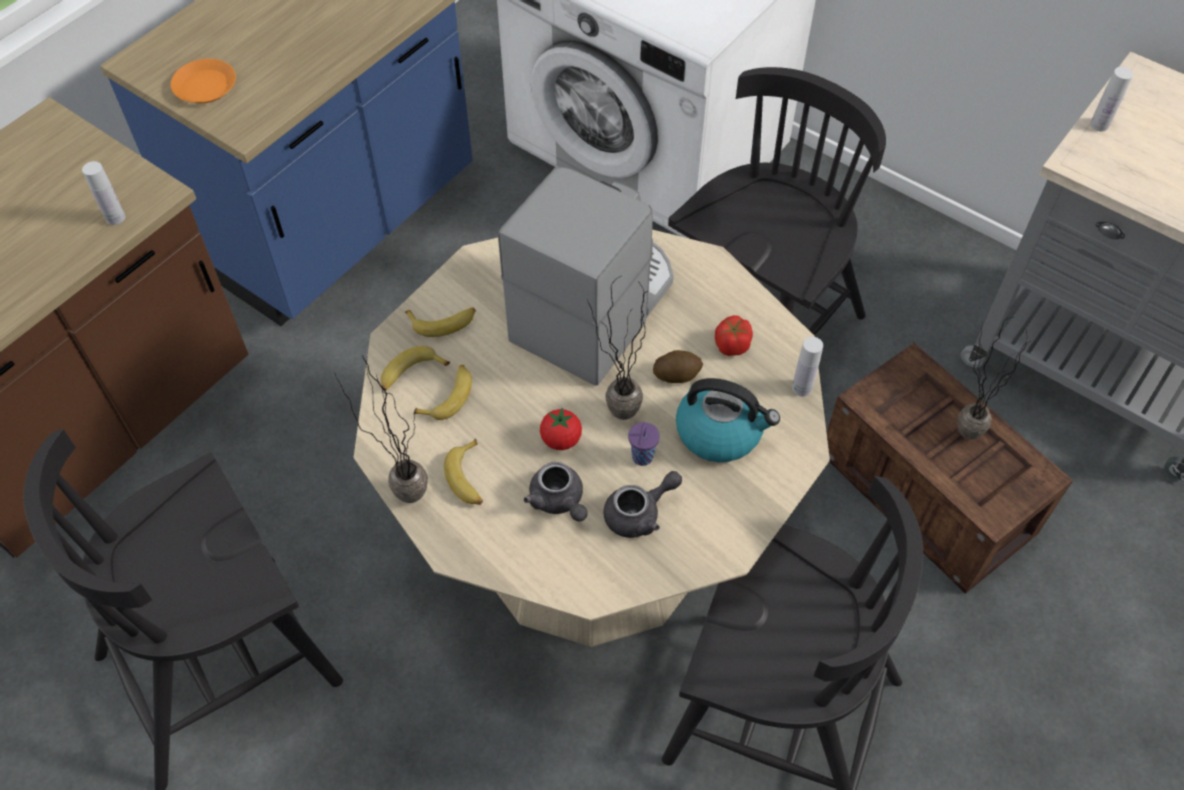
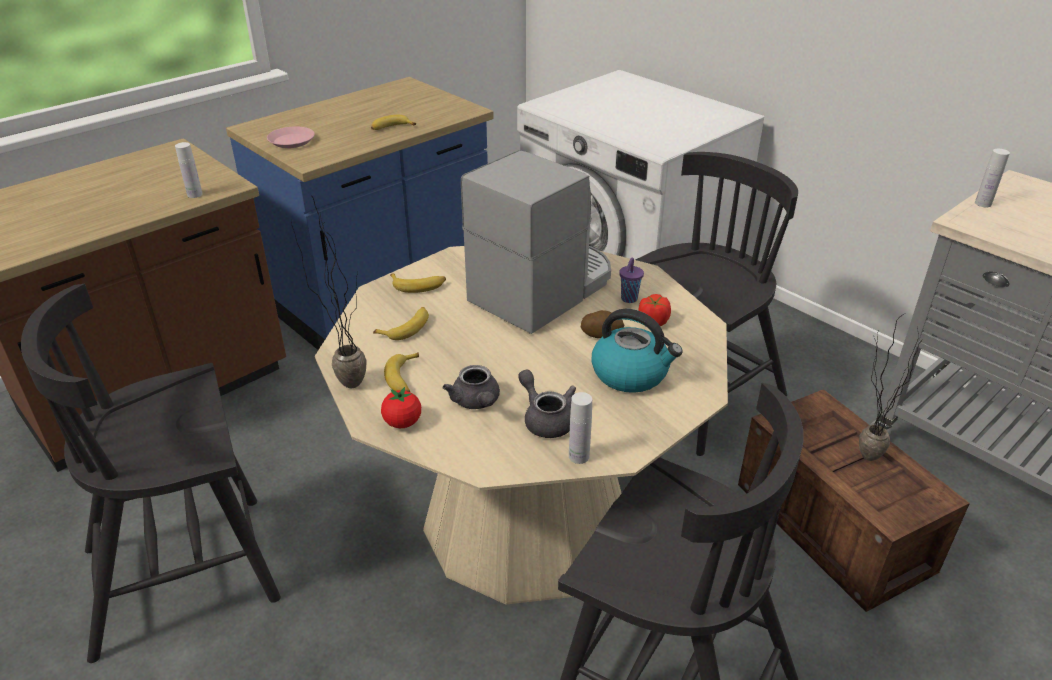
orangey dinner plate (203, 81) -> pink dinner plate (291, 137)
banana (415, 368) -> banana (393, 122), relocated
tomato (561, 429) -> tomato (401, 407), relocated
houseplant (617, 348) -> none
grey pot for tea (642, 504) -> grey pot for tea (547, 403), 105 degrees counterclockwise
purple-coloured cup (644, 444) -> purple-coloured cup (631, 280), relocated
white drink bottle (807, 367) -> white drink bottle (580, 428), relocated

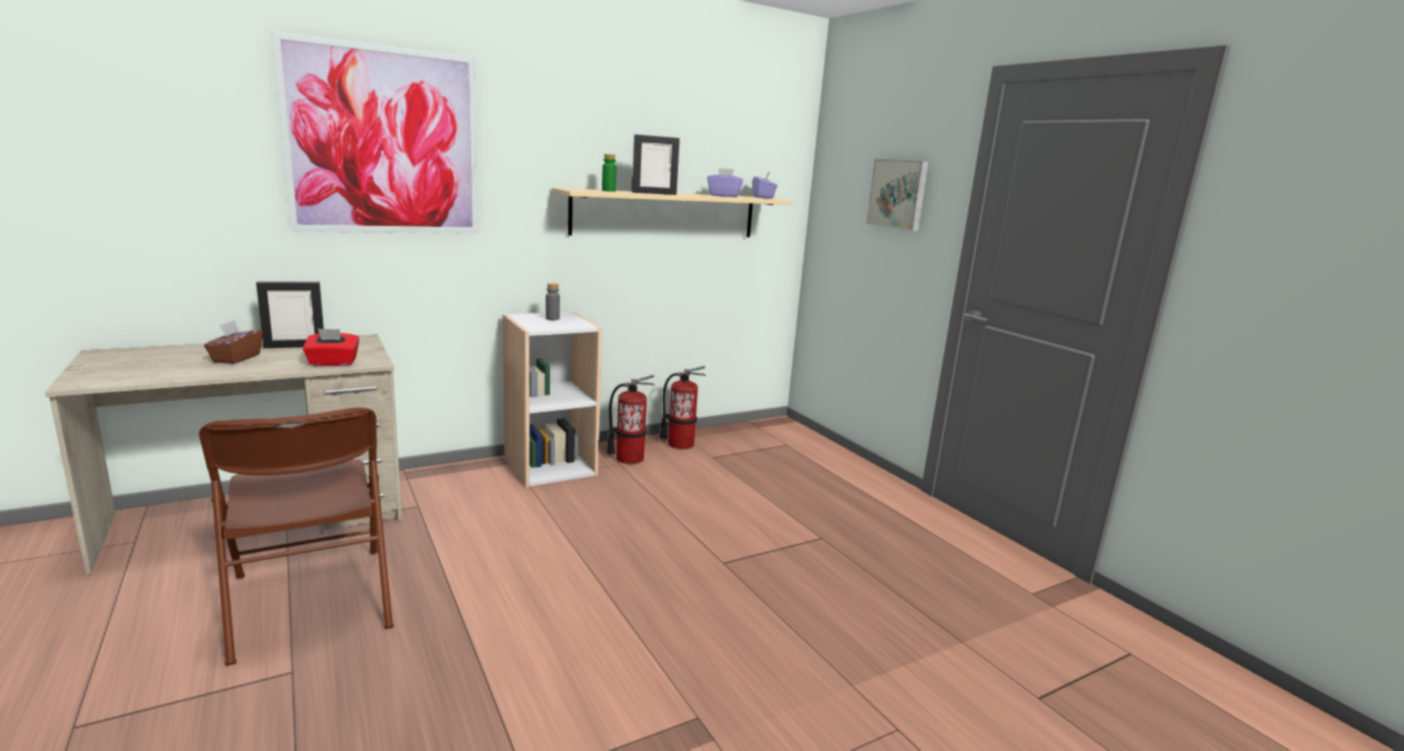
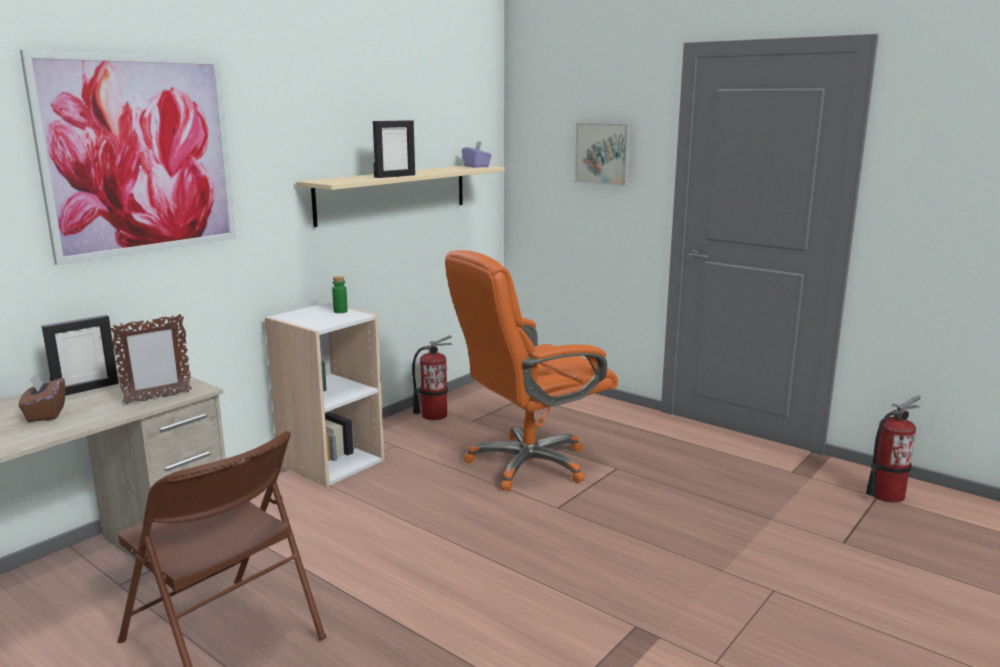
red box of tissues (331, 347) -> standing frame (151, 359)
grey drink bottle (553, 301) -> none
green-coloured drink bottle (609, 173) -> green-coloured drink bottle (340, 294), relocated
fire-fighting cylinder (630, 419) -> fire-fighting cylinder (893, 449), relocated
purple-coloured box of tissues (725, 182) -> none
none -> orangey desk chair (531, 370)

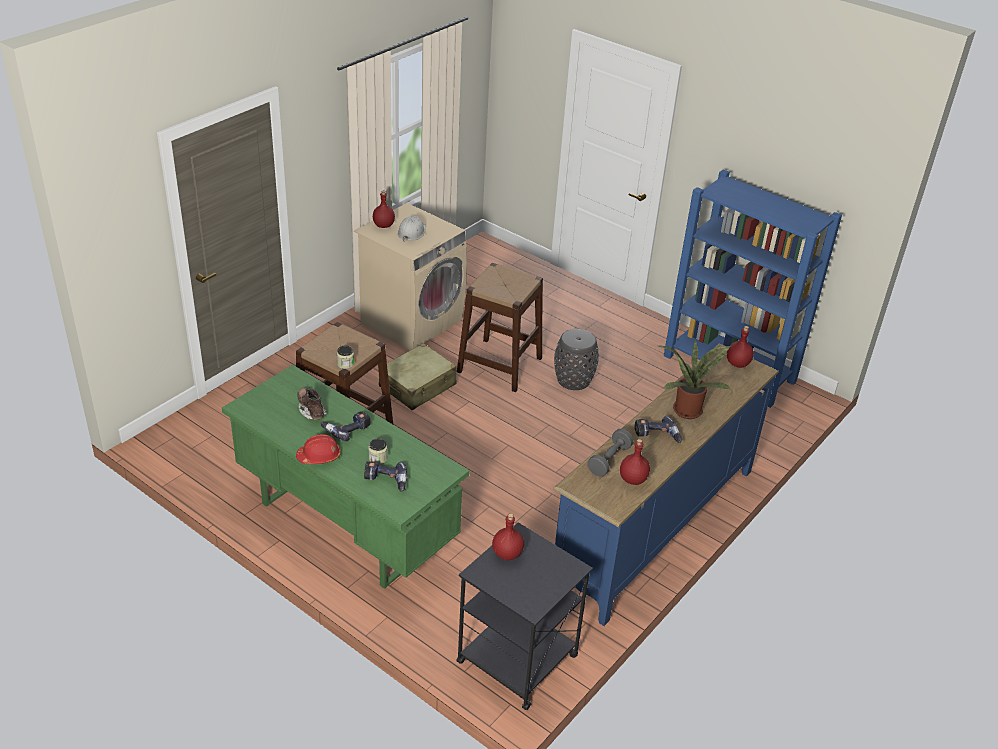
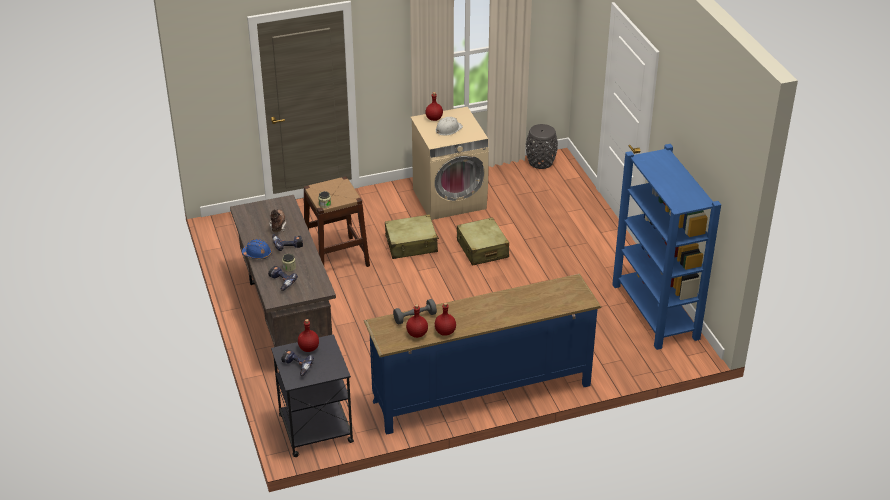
green-coloured desk unit (345, 477) -> brown desk unit (283, 271)
red safety helmet (318, 449) -> blue-coloured safety helmet (257, 249)
brown stool (500, 327) -> sand-coloured piece of luggage (483, 241)
grey stool (576, 359) -> grey stool (542, 146), relocated
power drill (658, 429) -> power drill (297, 363), relocated
houseplant (694, 379) -> none
red drink bottle (740, 347) -> red drink bottle (445, 319), relocated

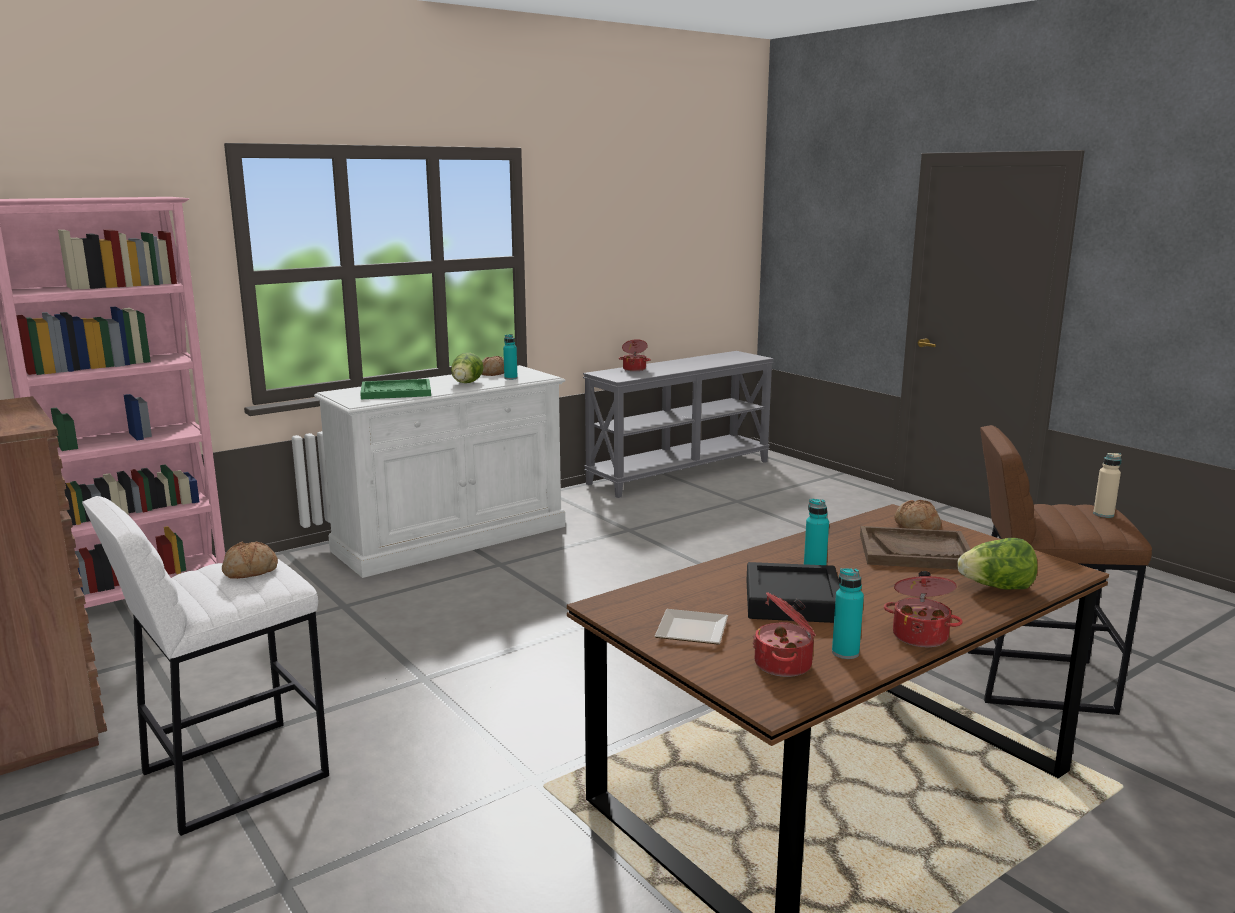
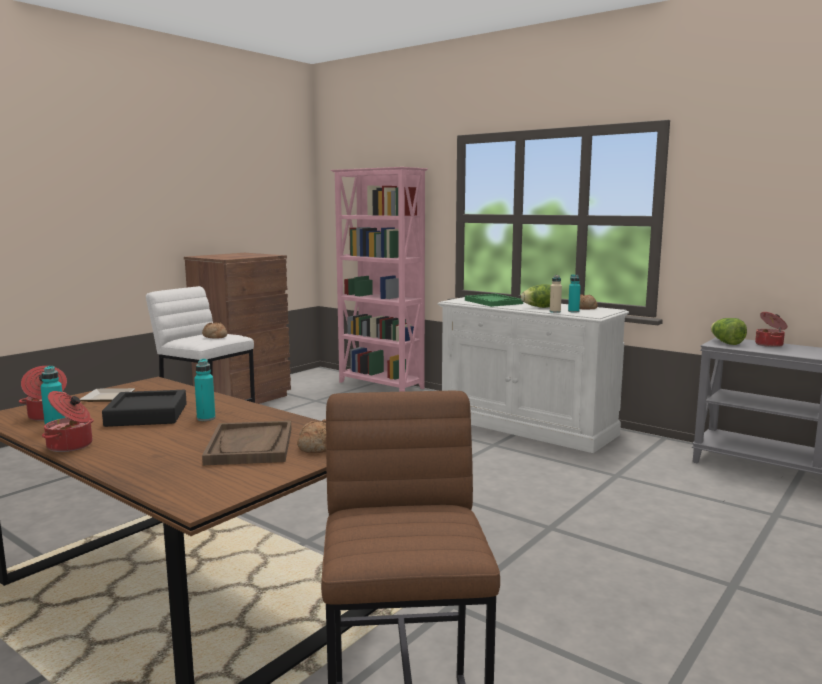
lettuce head (997, 564) -> lettuce head (729, 331), relocated
sand-coloured drink bottle (1107, 485) -> sand-coloured drink bottle (556, 294), relocated

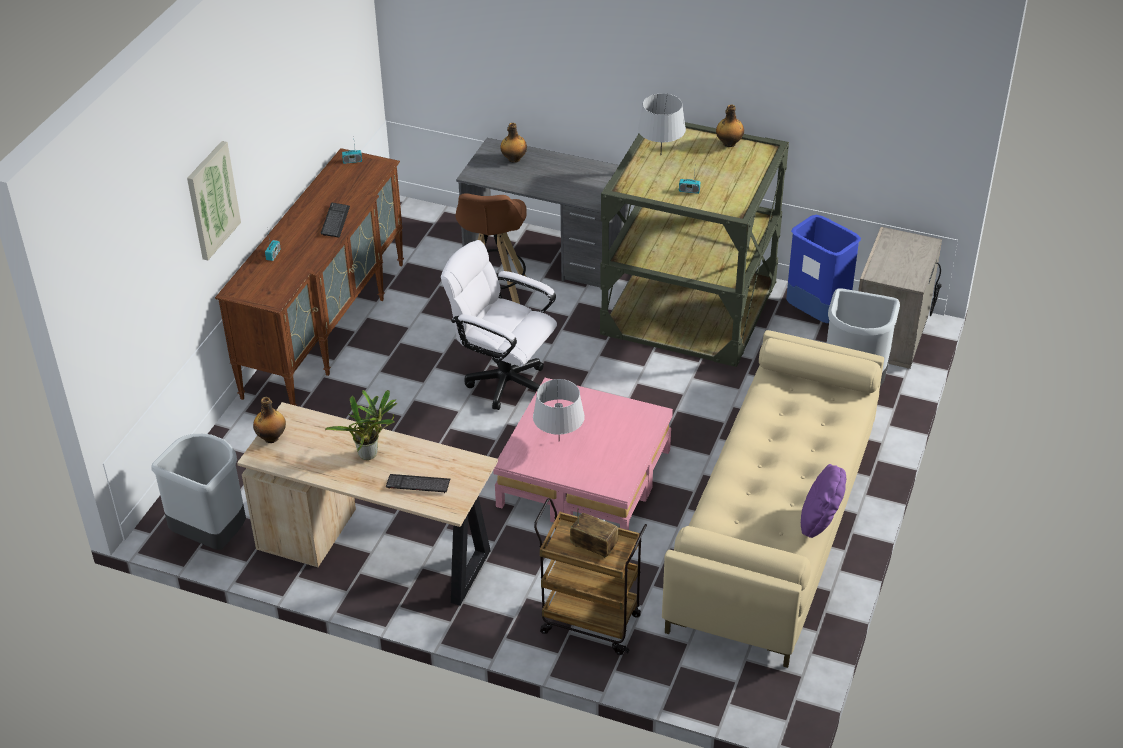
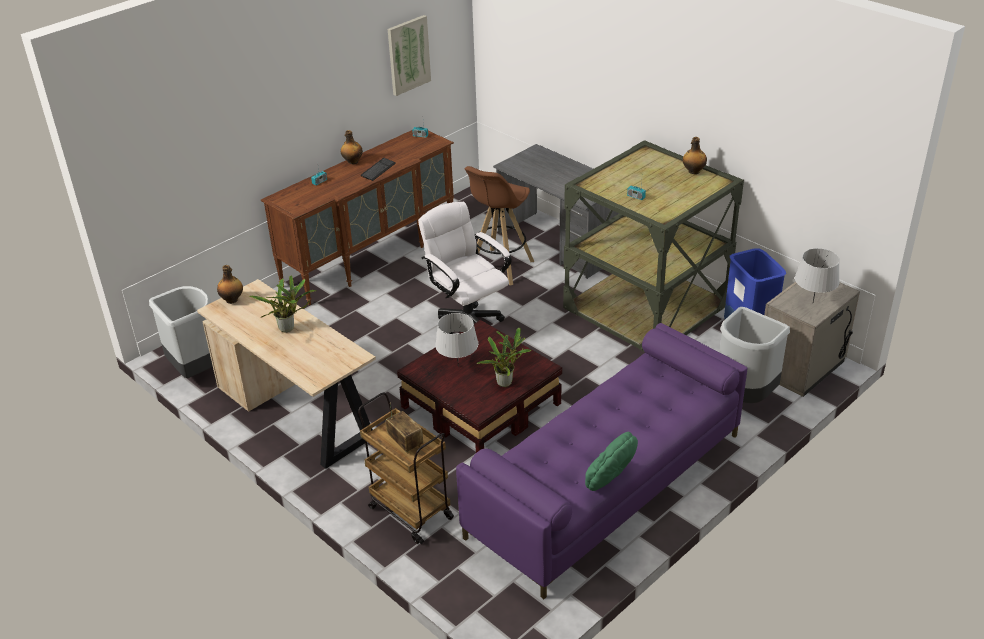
wall picture (214, 201) -> wall picture (409, 55), relocated
keyboard (418, 483) -> none
pink low table (583, 454) -> brown low table (479, 386)
drink bottle (513, 143) -> drink bottle (352, 147), relocated
grey tabletop lamp (662, 122) -> grey tabletop lamp (817, 275), relocated
sand-coloured settee (773, 499) -> purple-coloured settee (601, 461)
purple-coloured pillow (823, 501) -> green-coloured pillow (611, 461)
none -> houseplant (504, 357)

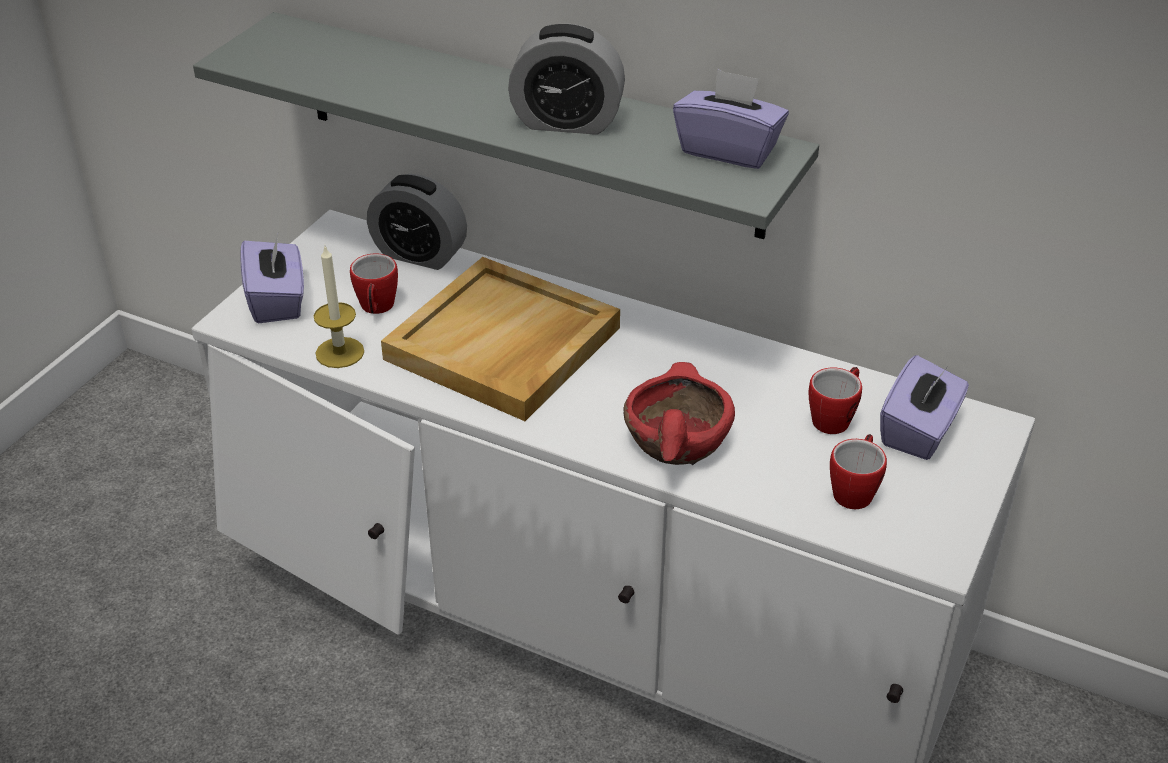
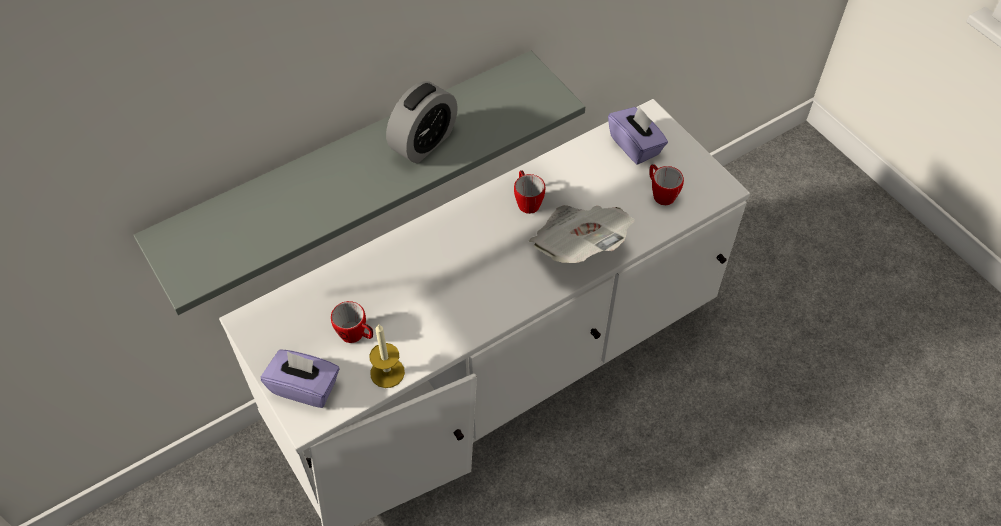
bedside clock (417, 222) -> none
sand-coloured carrying tray (500, 339) -> none
red deep dish (679, 413) -> newspaper (582, 234)
purple-coloured box of tissues (731, 119) -> none
tea mug (835, 400) -> tea mug (529, 192), relocated

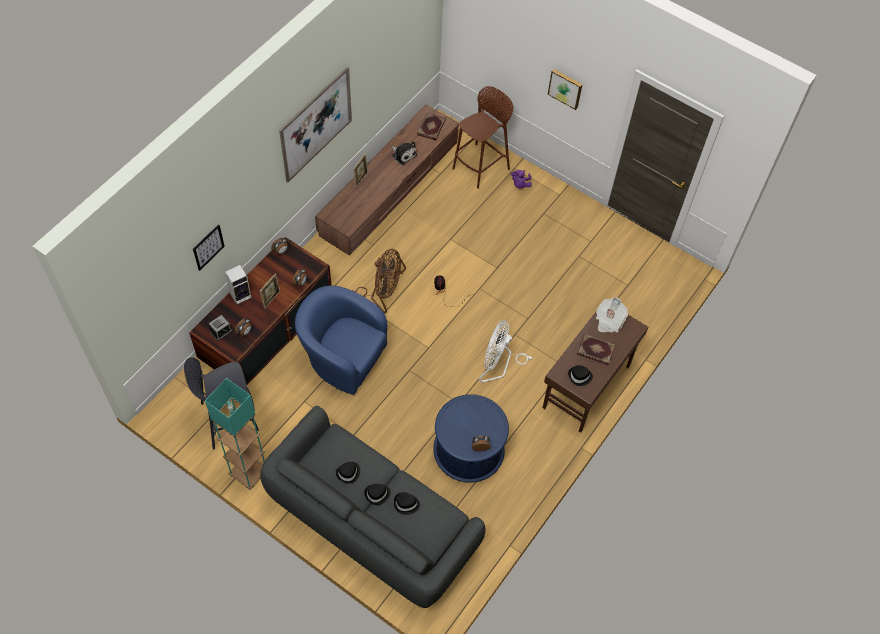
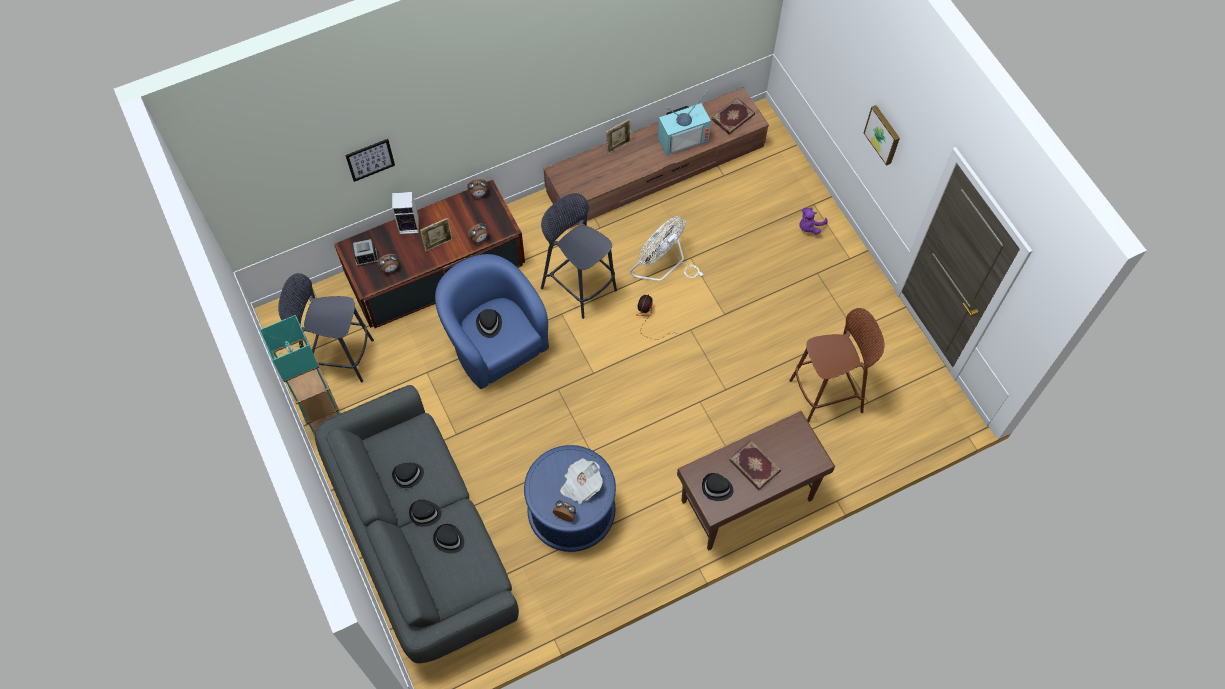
wall picture (315, 124) -> none
brown cooling fan (379, 281) -> grey stool (579, 256)
cuddly toy (404, 153) -> TV set (684, 123)
brown stool (483, 137) -> brown stool (837, 365), relocated
white cooling fan (506, 351) -> white cooling fan (667, 248), relocated
newspaper (612, 315) -> newspaper (581, 481), relocated
none -> blackish hat (489, 323)

